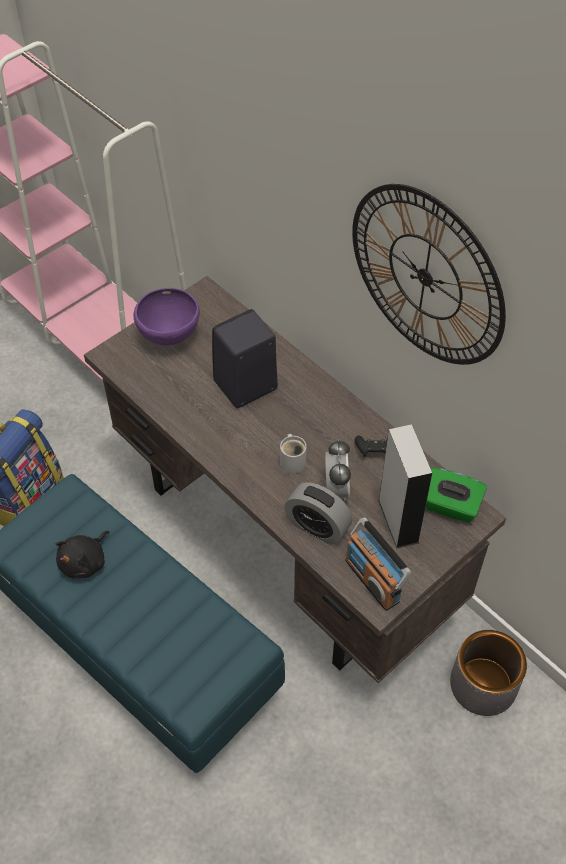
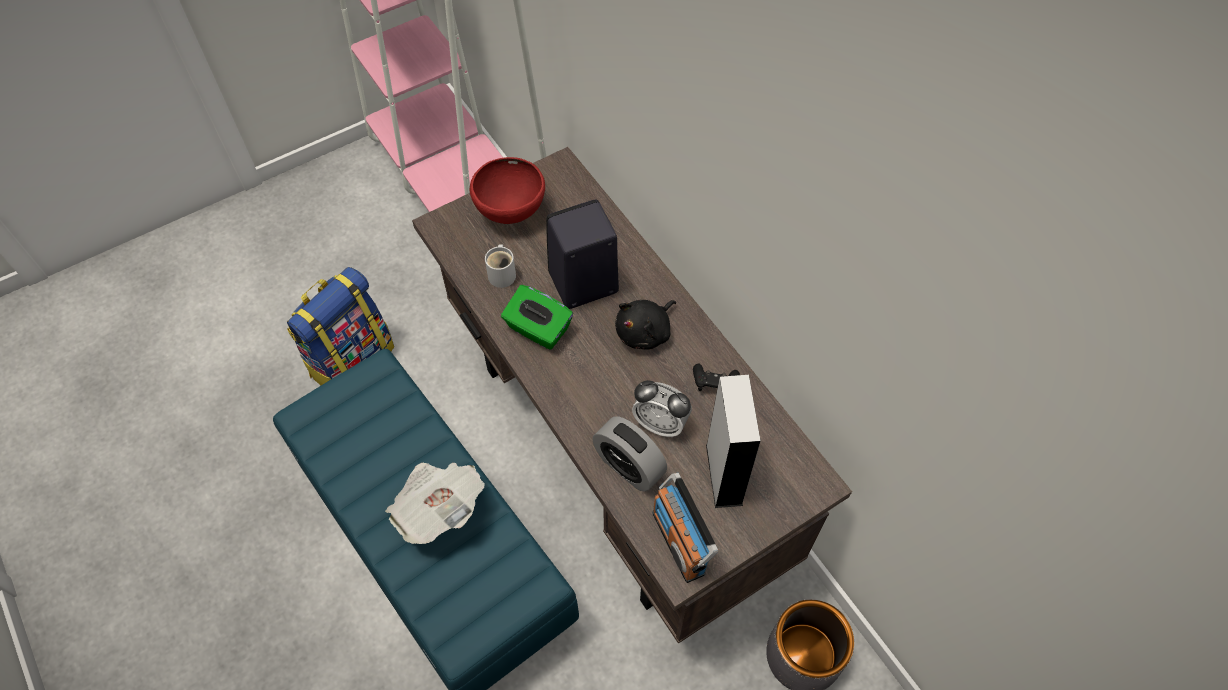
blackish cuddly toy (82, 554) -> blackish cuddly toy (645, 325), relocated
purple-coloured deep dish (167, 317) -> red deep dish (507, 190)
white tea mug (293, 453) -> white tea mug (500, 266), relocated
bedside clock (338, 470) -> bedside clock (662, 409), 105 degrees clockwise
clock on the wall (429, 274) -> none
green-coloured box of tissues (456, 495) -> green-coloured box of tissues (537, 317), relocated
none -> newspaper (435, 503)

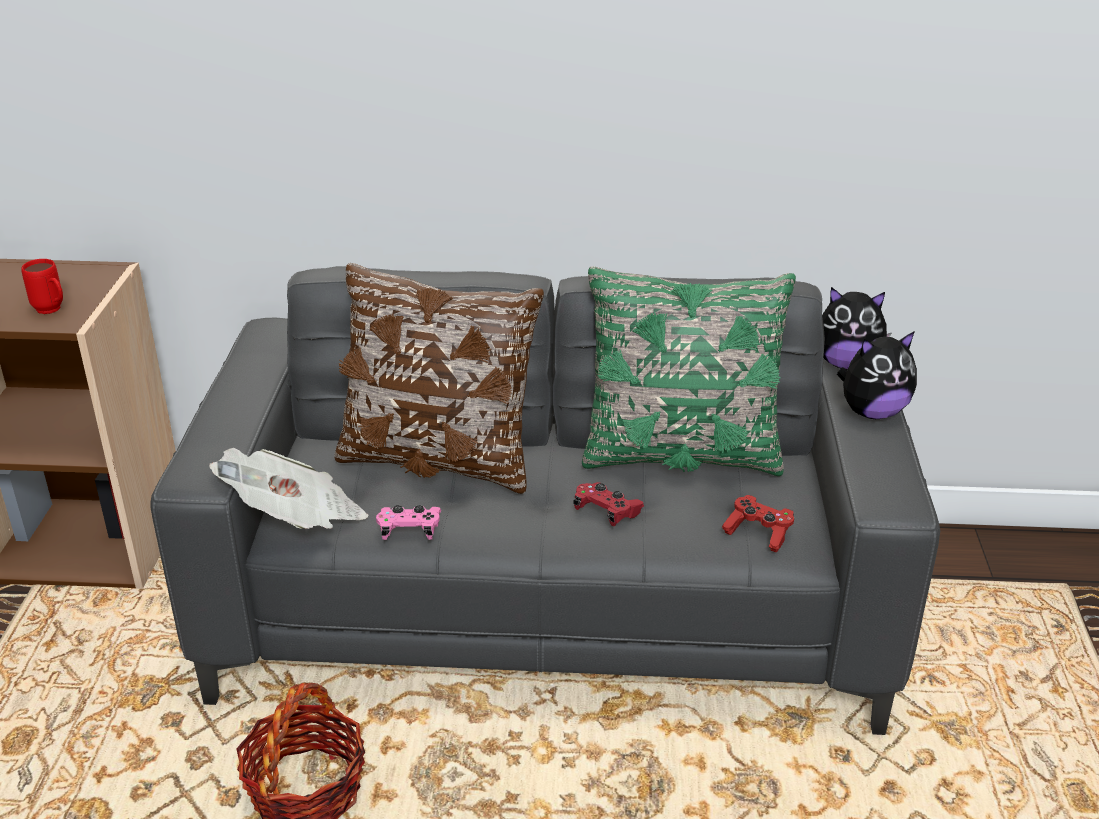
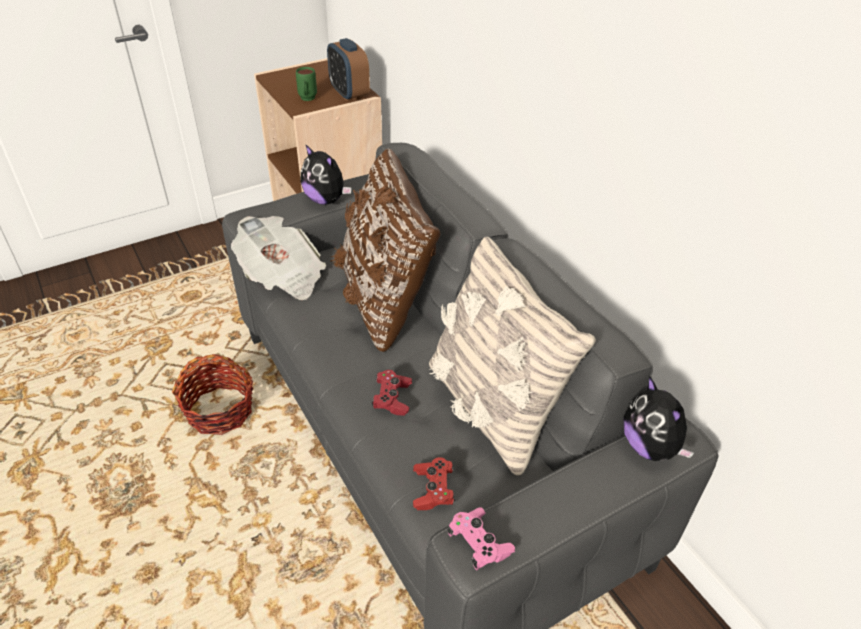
red tea mug (42, 286) -> green-coloured tea mug (306, 84)
pink joypad (409, 522) -> pink joypad (481, 538), relocated
green-coloured pillow (689, 371) -> sand-coloured pillow (512, 356)
cuddly toy (877, 375) -> cuddly toy (326, 174), relocated
none -> bedside clock (348, 69)

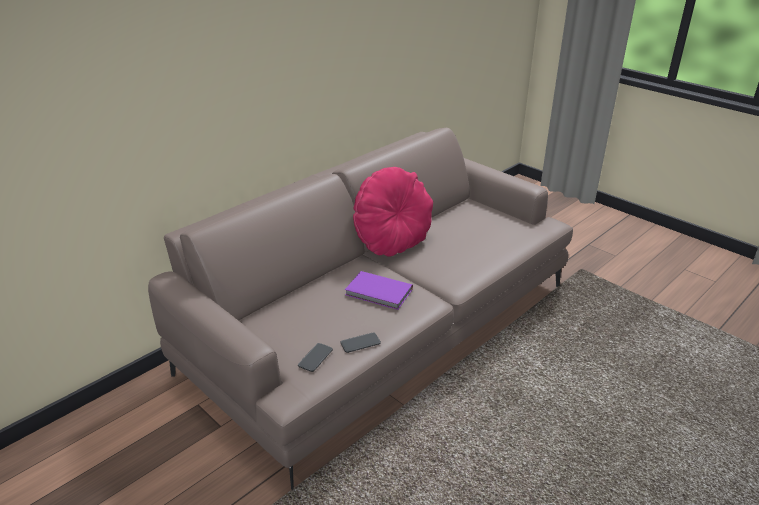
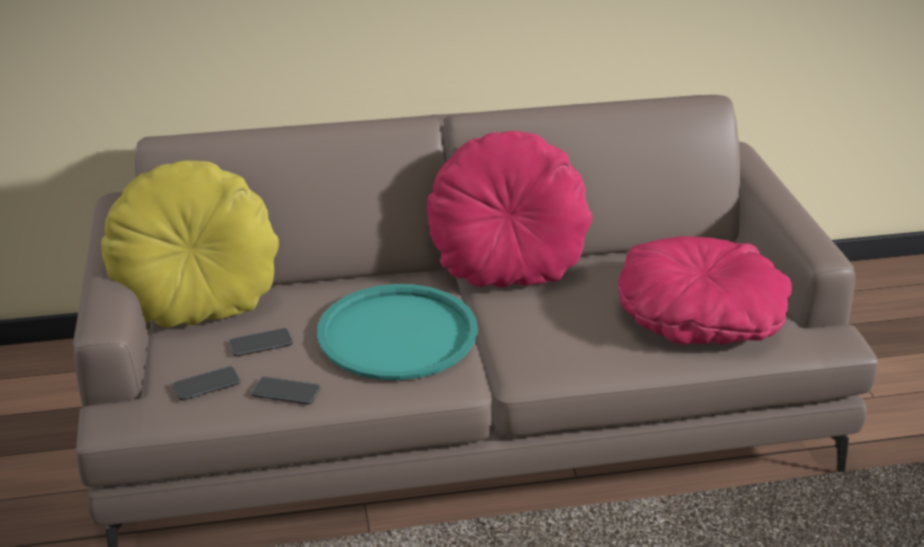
purple-coloured volume (379, 290) -> turquoise-coloured carrying tray (397, 332)
none -> yellow-coloured pillow (190, 244)
none -> telephone (261, 342)
none -> pink pillow (705, 290)

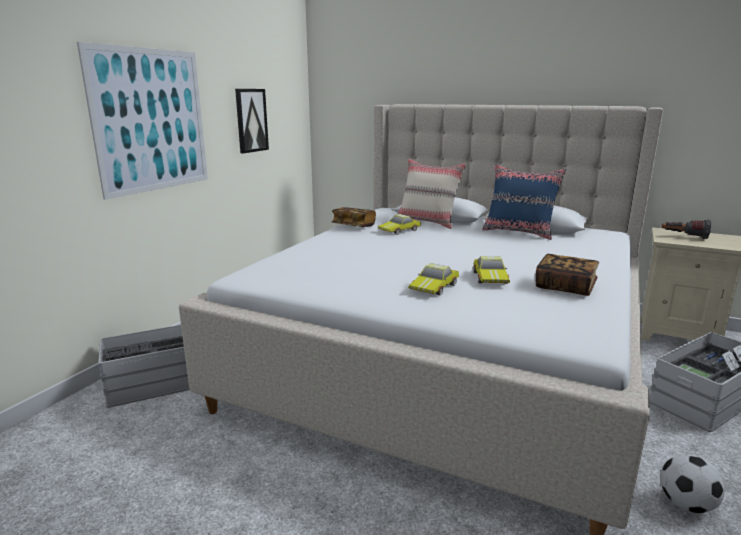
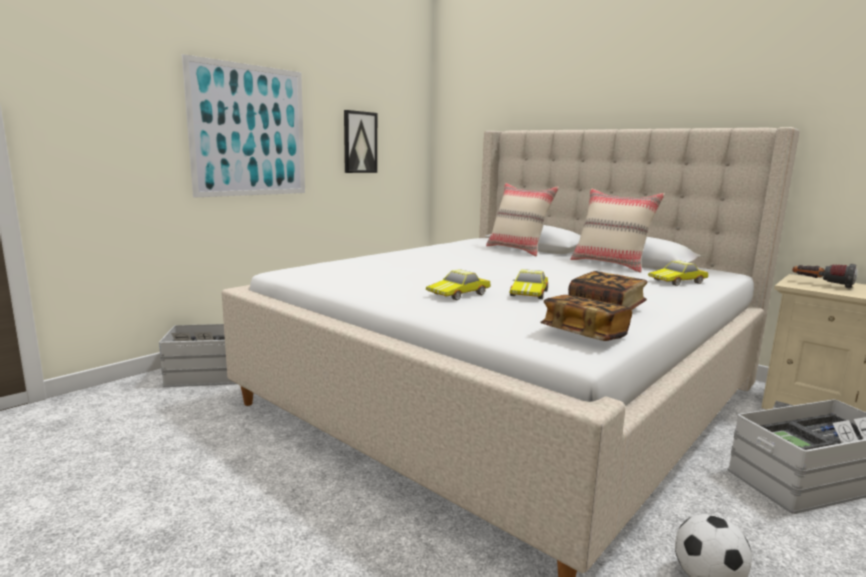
volume (354, 217) -> volume (586, 318), relocated
model car (399, 224) -> model car (678, 273), relocated
blue-coloured pillow (524, 202) -> sand-coloured pillow (617, 231)

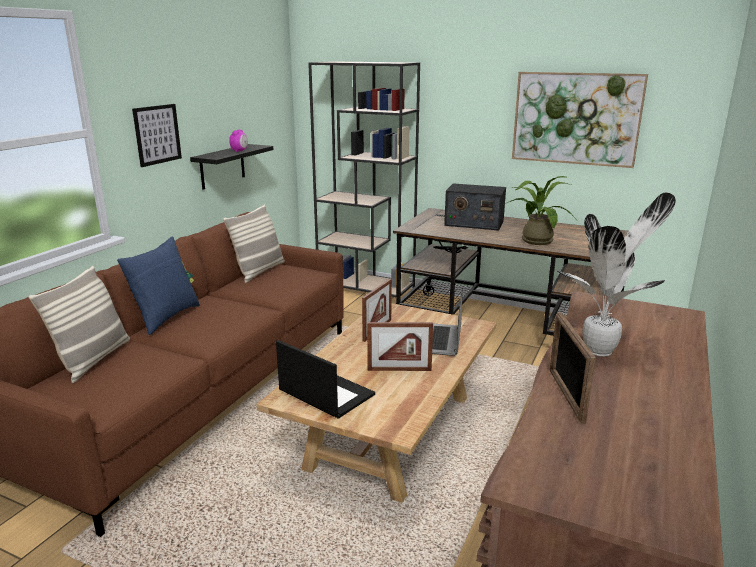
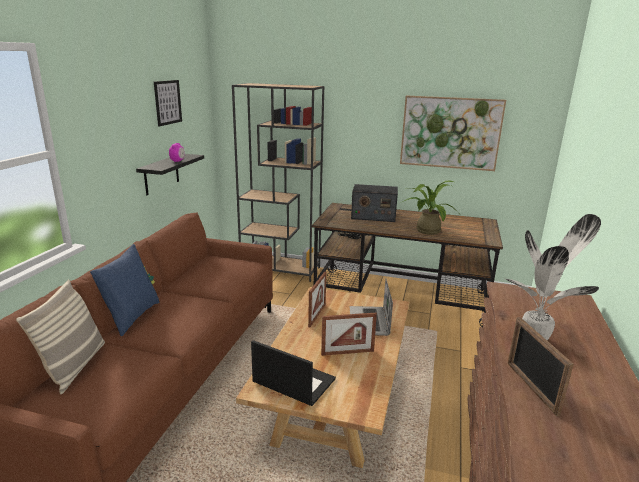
wall picture (157, 135) -> wall picture (168, 103), relocated
pillow (254, 244) -> none

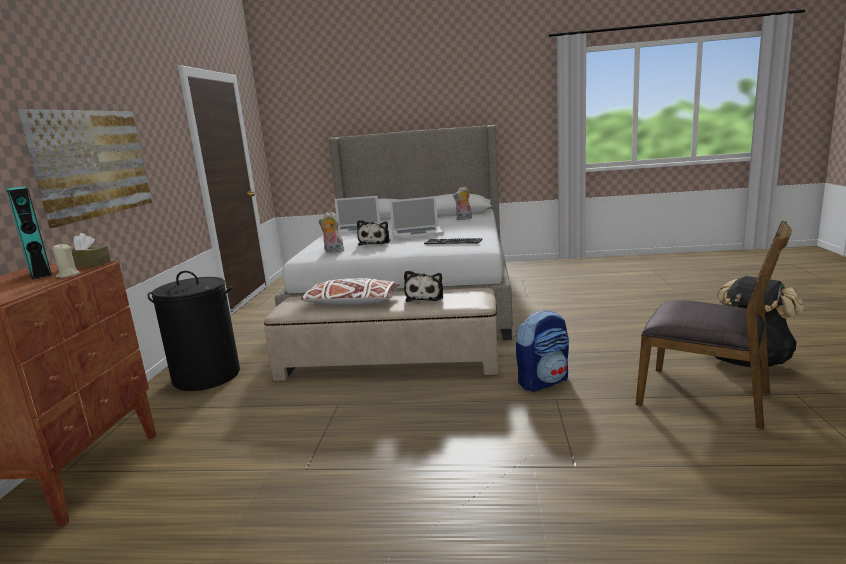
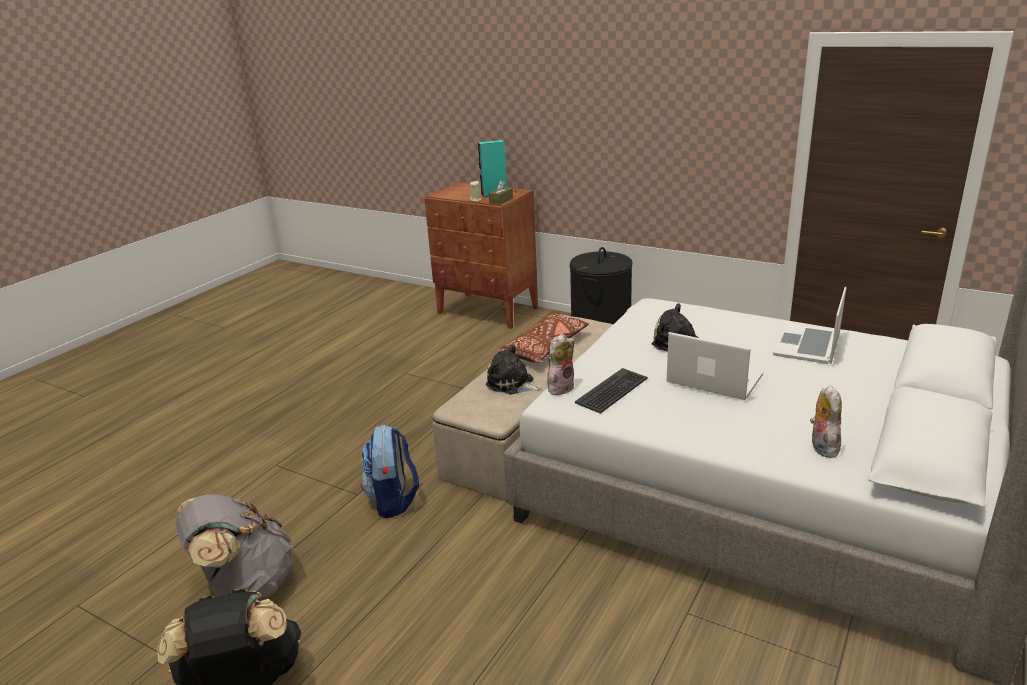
wall picture (85, 168) -> none
white pillow (350, 291) -> brown pillow (543, 338)
cuddly toy (331, 232) -> cuddly toy (560, 364), relocated
portable computer (416, 217) -> portable computer (714, 366), 105 degrees clockwise
brown upright chair (714, 325) -> grey rucksack (234, 546)

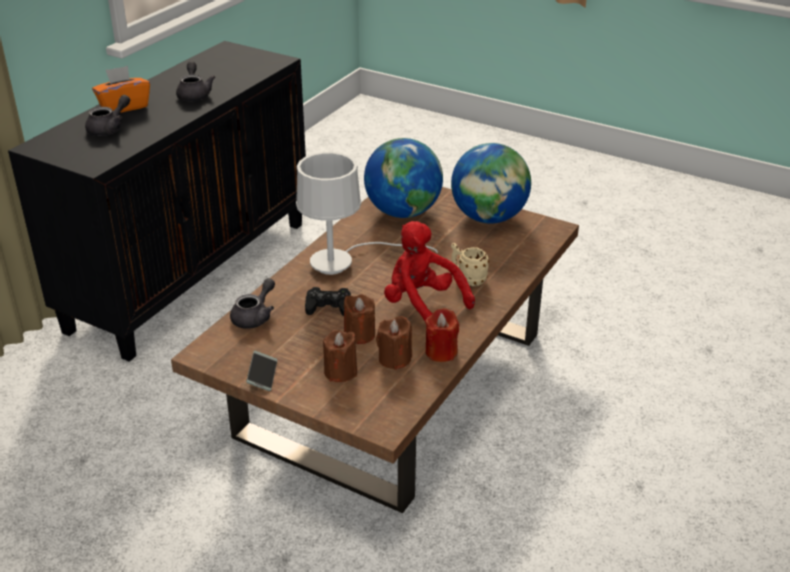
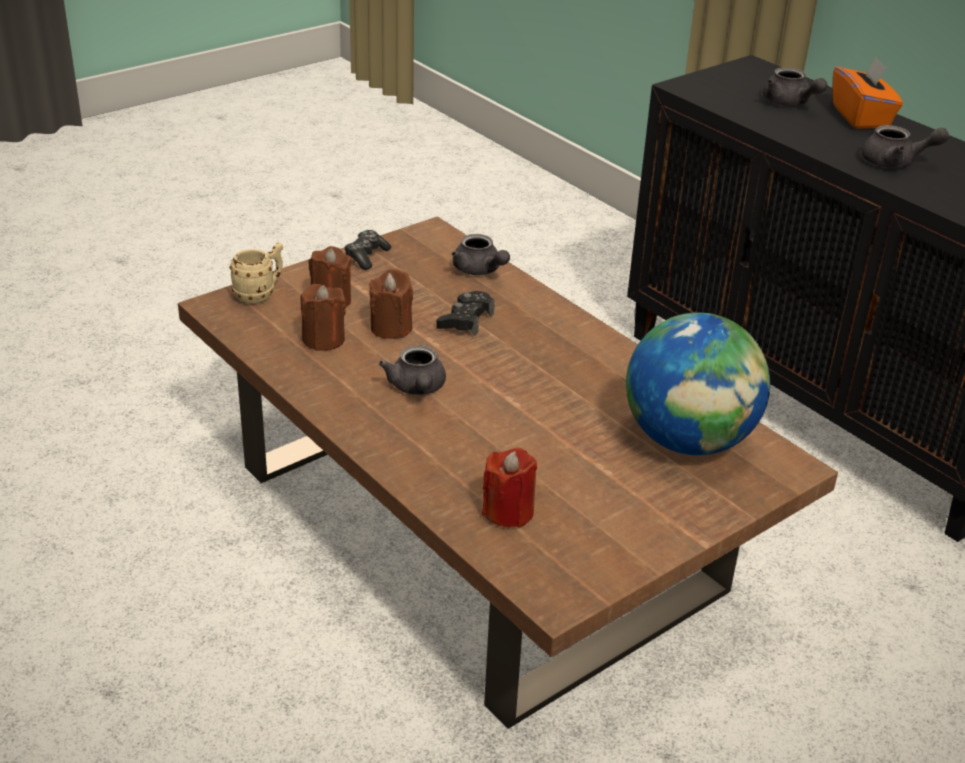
telephone (261, 371) -> joypad (367, 250)
white tabletop lamp (367, 213) -> none
red cuddly toy (429, 272) -> grey pot for tea (412, 370)
red candle (442, 335) -> red candle (509, 487), relocated
globe (491, 183) -> none
sand-coloured tea mug (470, 264) -> sand-coloured tea mug (256, 273), relocated

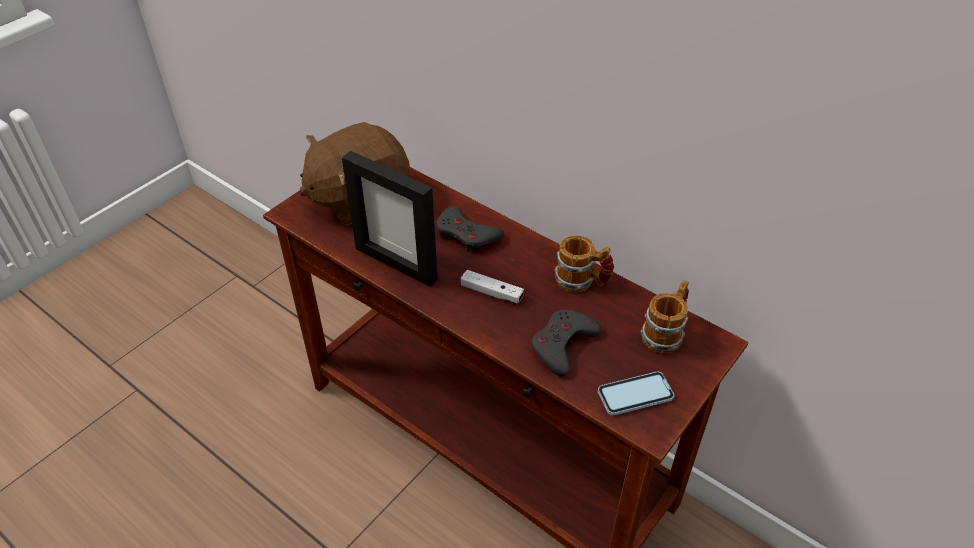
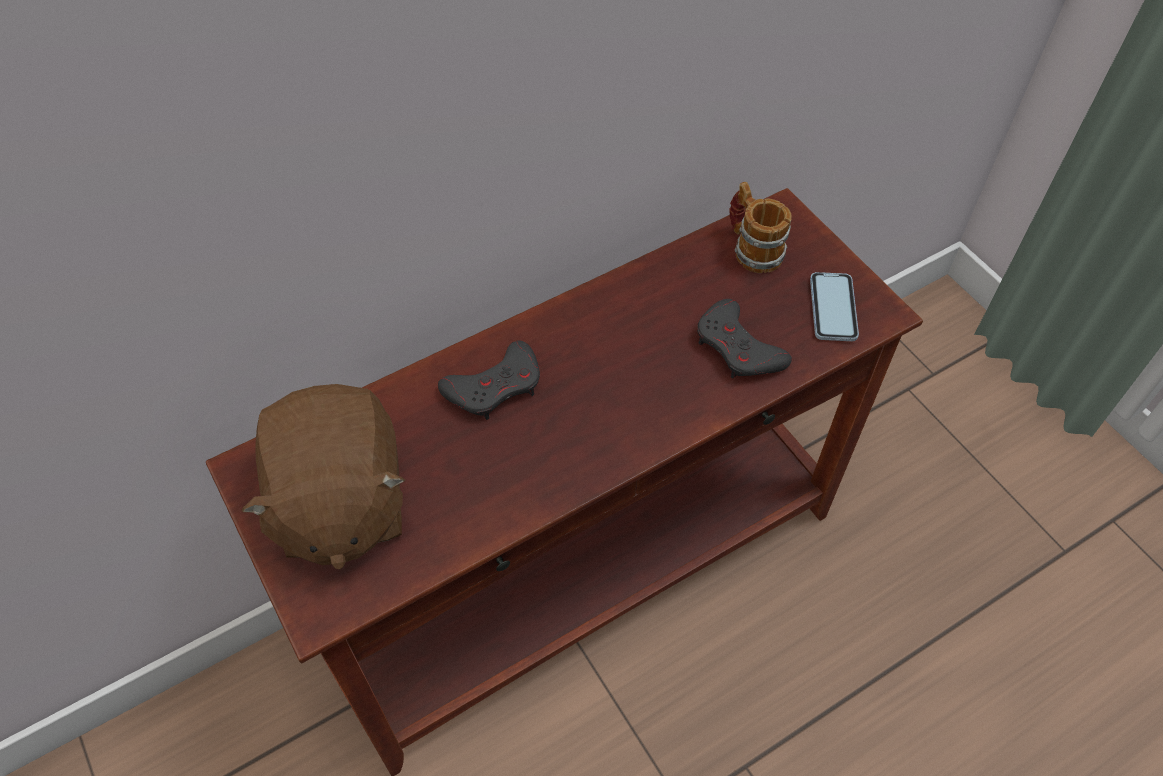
standing frame (390, 219) -> none
white joypad (492, 286) -> none
tea mug (584, 264) -> none

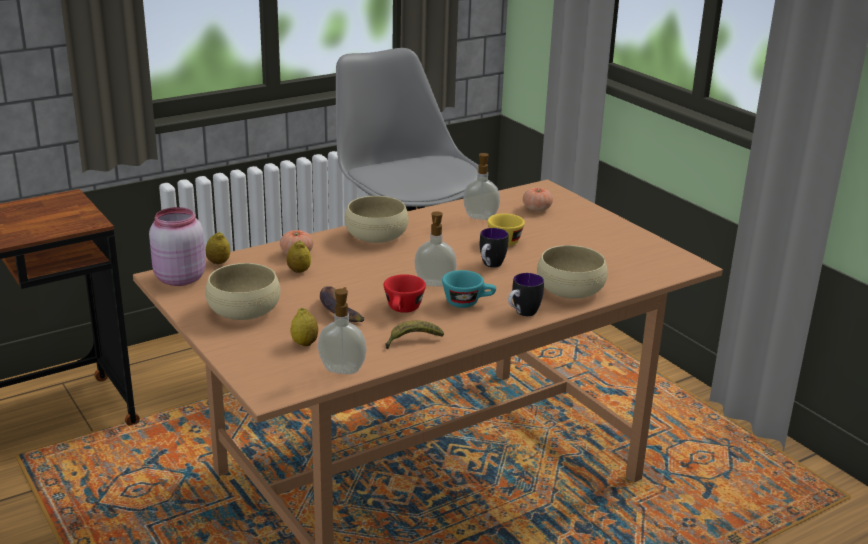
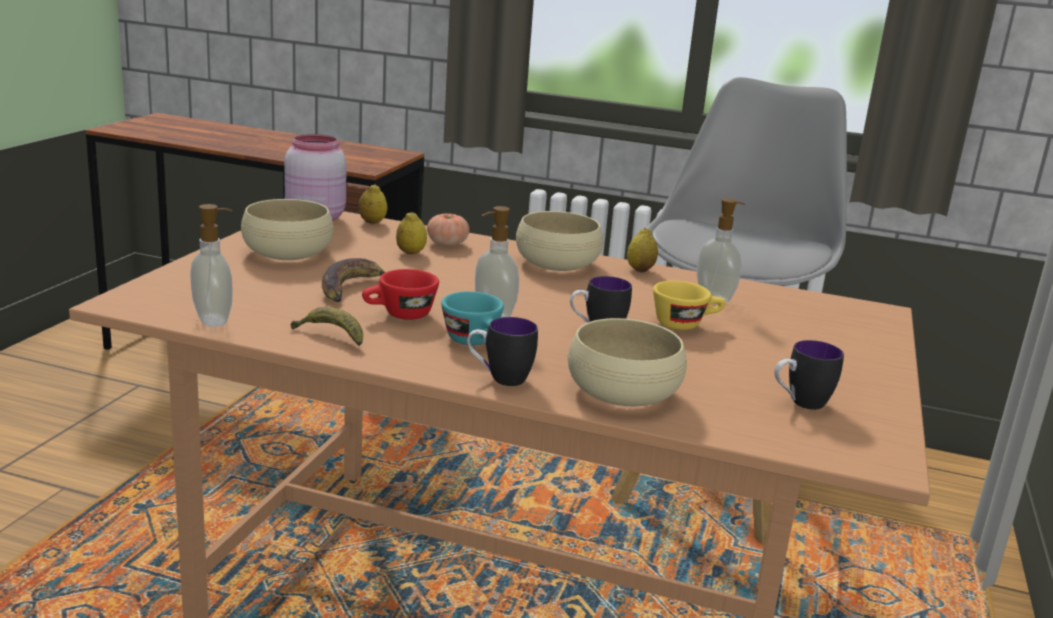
whole lemon (304, 327) -> whole lemon (642, 250), relocated
tomato (538, 199) -> none
none -> tea mug (809, 375)

